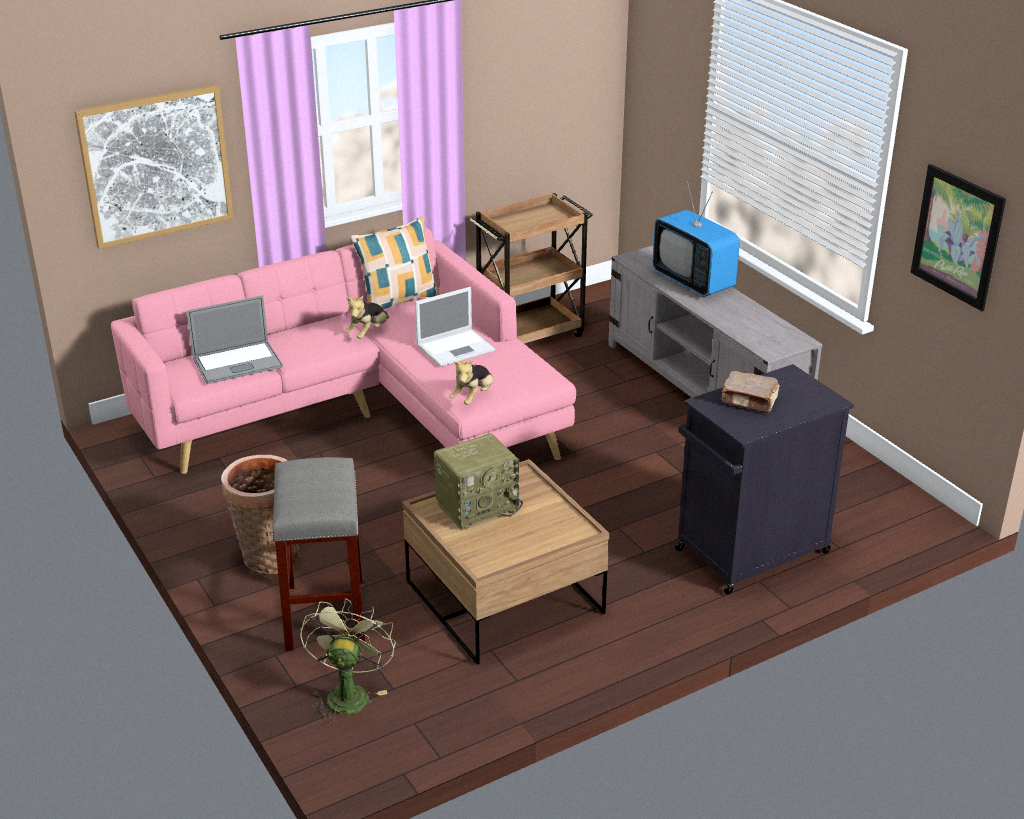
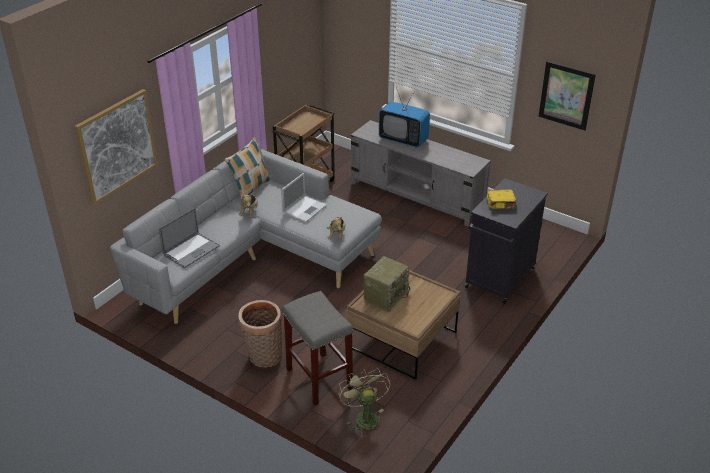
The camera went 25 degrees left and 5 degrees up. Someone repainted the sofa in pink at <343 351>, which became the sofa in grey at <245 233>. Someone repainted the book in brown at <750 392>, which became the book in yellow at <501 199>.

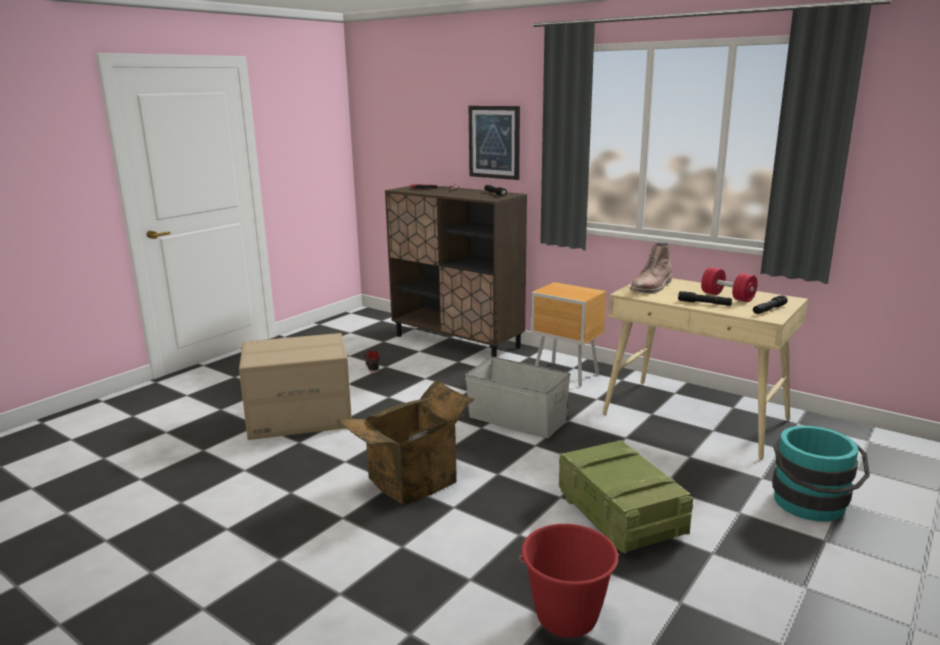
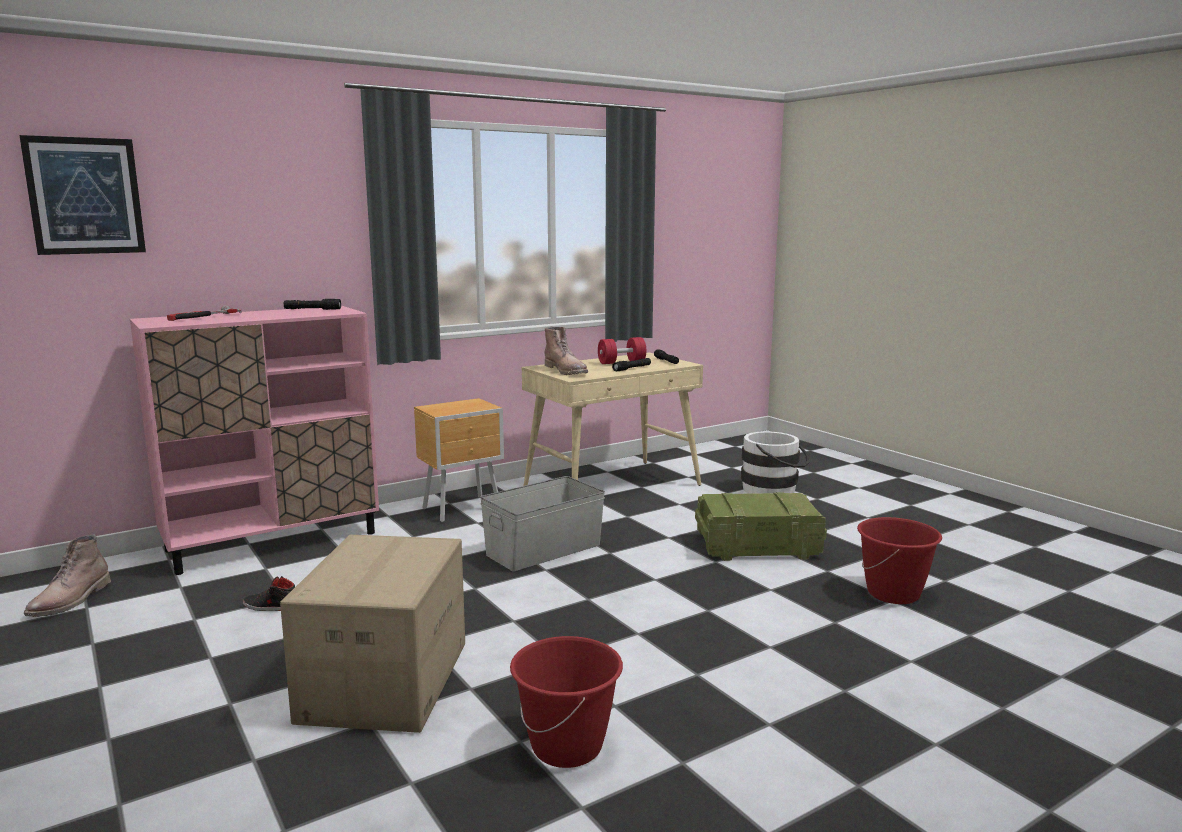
The camera went 70 degrees left and 5 degrees down. Someone took away the cardboard box at <406 442>. Someone put down the boot in brown at <67 575>. Someone put down the bucket in red at <566 702>. Someone carried the picture from <494 143> to <82 195>. Someone repainted the cabinet in brown at <456 271>, which became the cabinet in pink at <254 440>. Someone repainted the bucket in turquoise at <821 473>, which became the bucket in white at <775 462>.

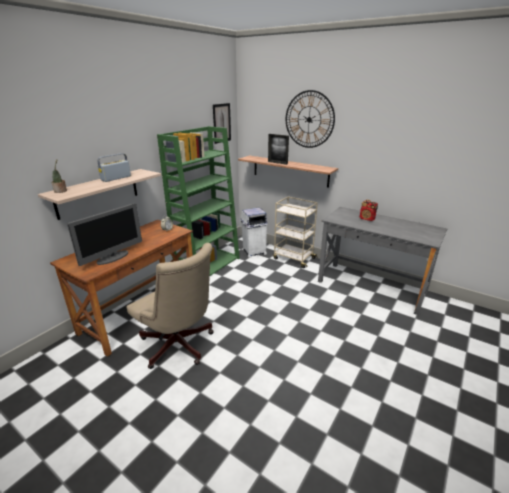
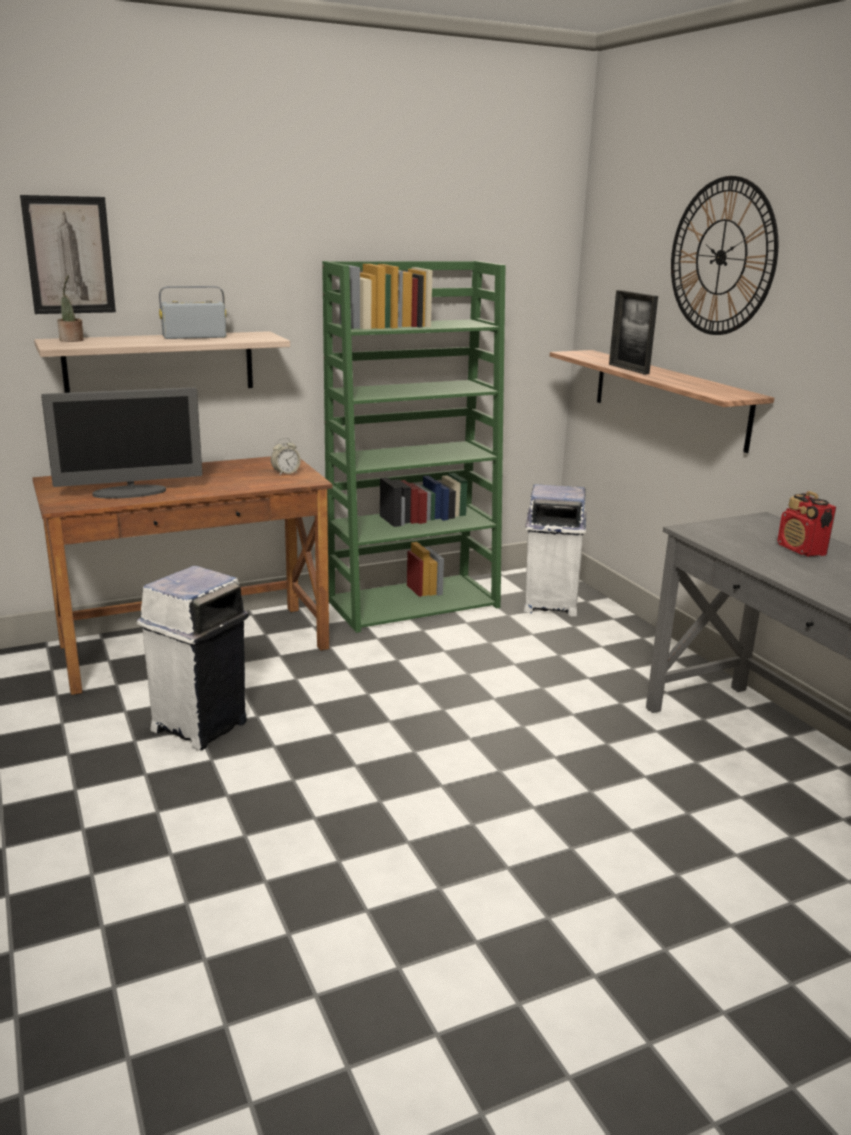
The camera went 30 degrees right and 5 degrees down. Someone took away the cart in beige at <295 232>. Someone carried the picture from <222 123> to <68 254>. Someone swapped the office chair in beige at <170 306> for the trash can in white at <193 658>.

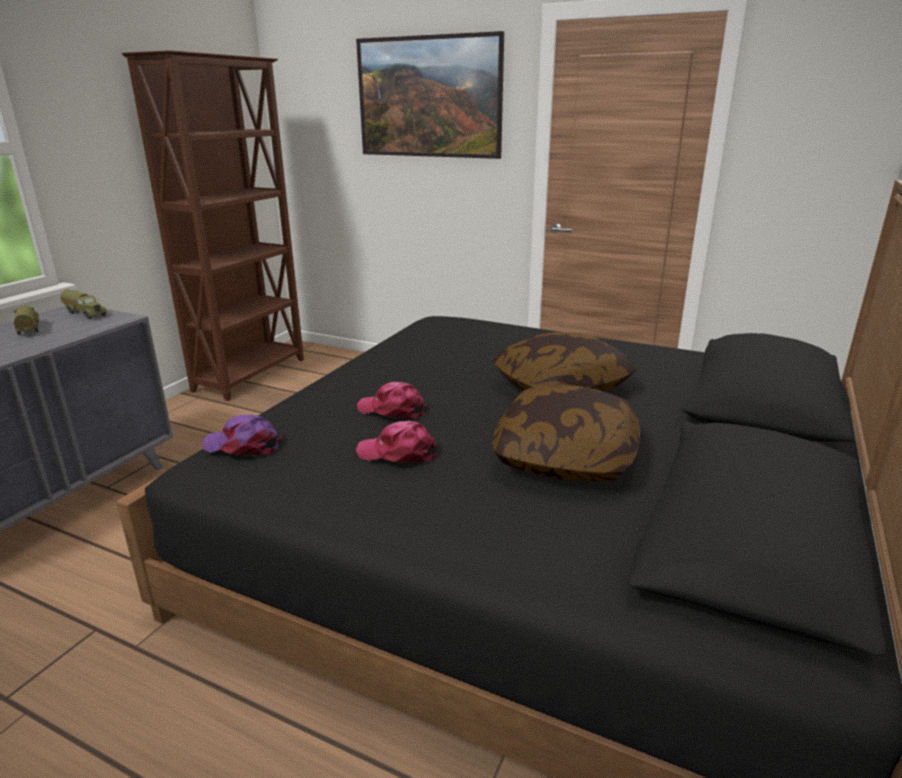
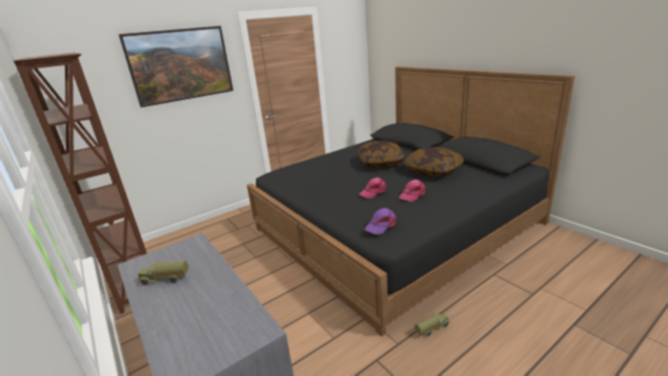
The camera went 60 degrees left and 0 degrees up. Someone carried the toy truck from <84 304> to <432 324>.

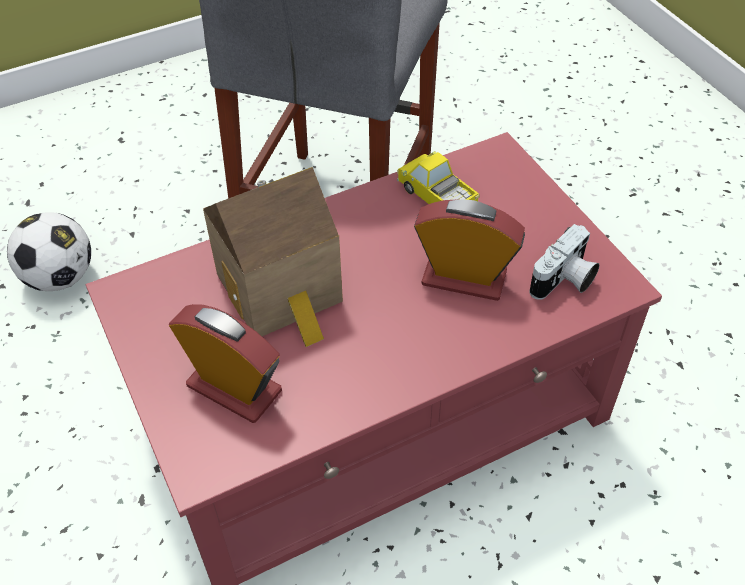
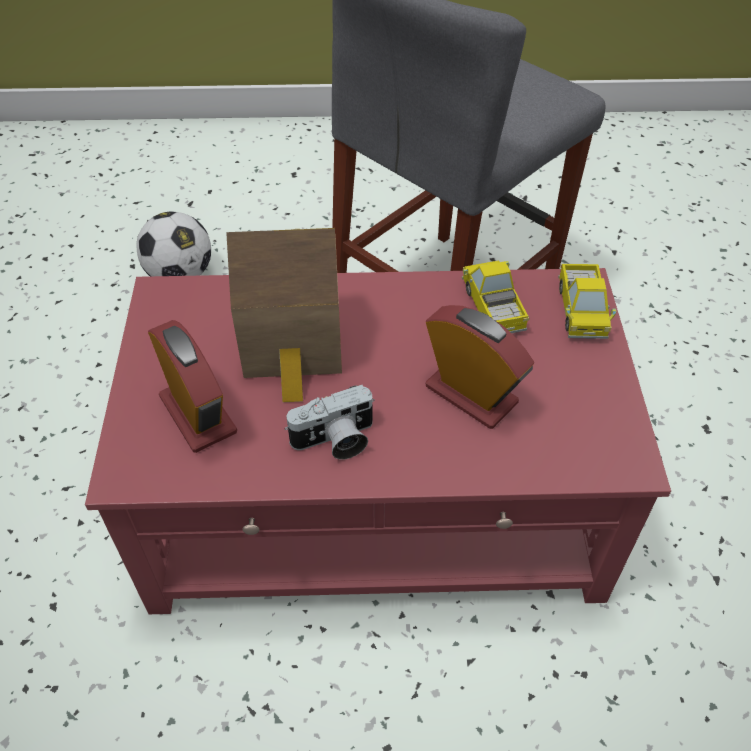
The camera went 25 degrees right and 0 degrees up. Someone put down the toy truck at <587 301>. Someone carried the photo camera from <564 262> to <330 422>.

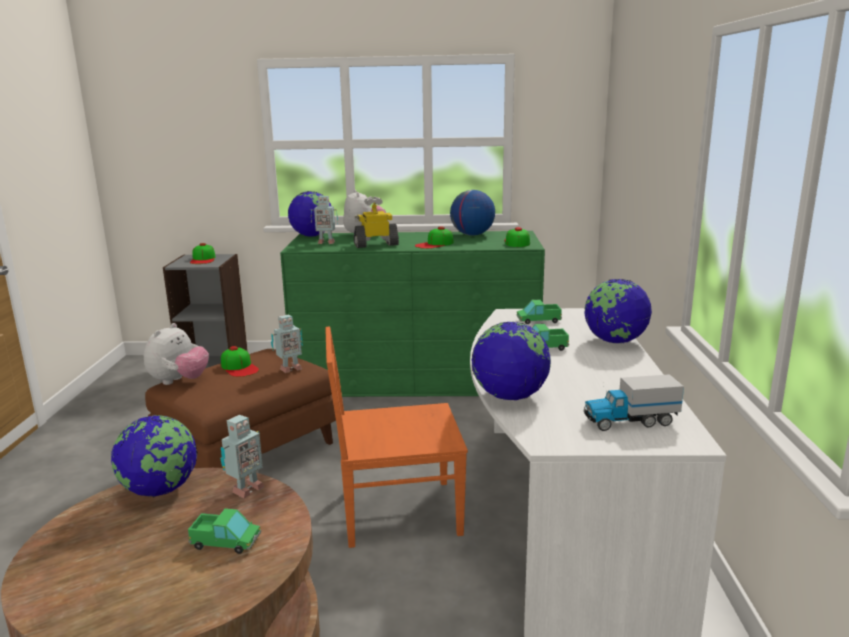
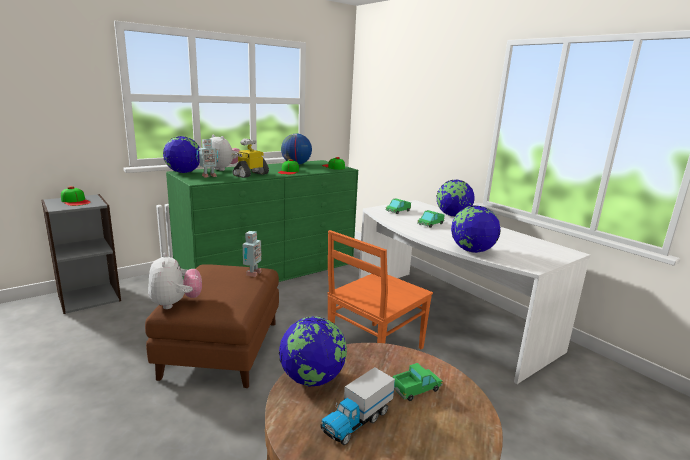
The camera went 40 degrees left and 0 degrees up. Someone took away the toy robot at <242 456>. Someone took away the cap at <240 361>. Someone carried the toy truck from <633 402> to <357 406>.

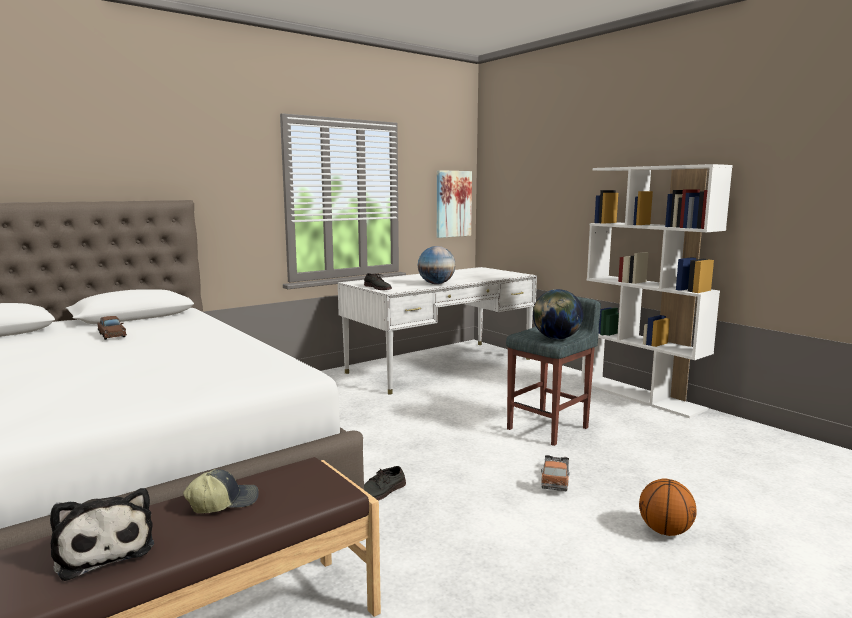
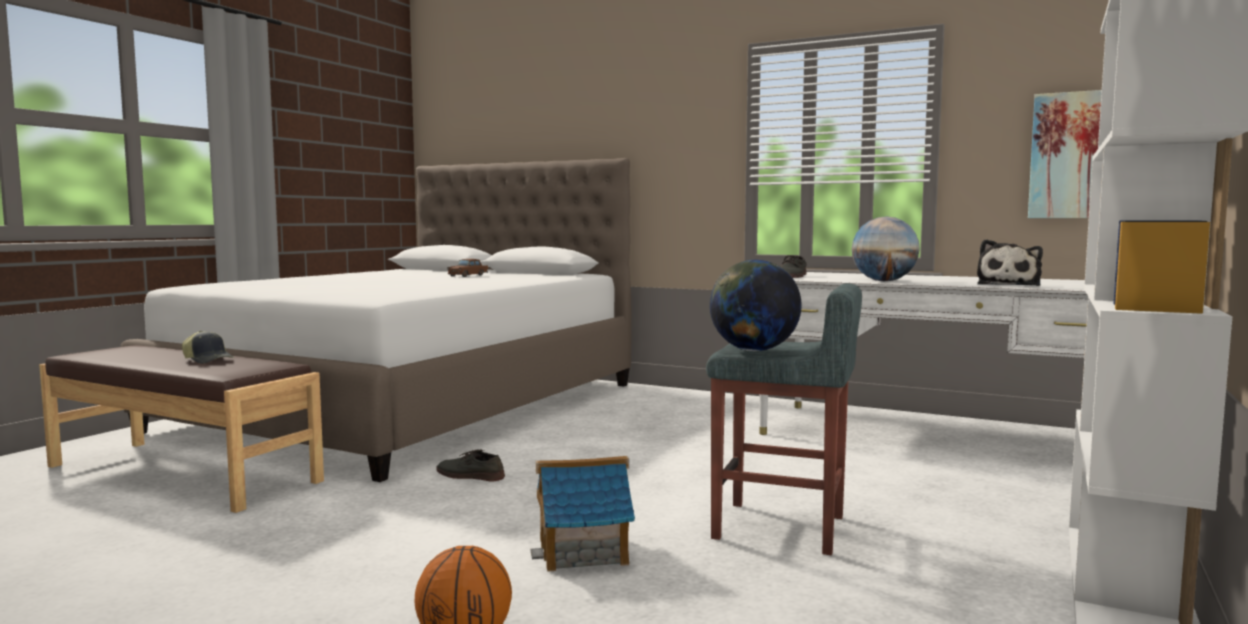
The camera went 65 degrees right and 5 degrees down. Someone carried the plush toy from <102 534> to <1010 262>. Someone swapped the toy truck at <555 473> for the toy house at <583 514>.

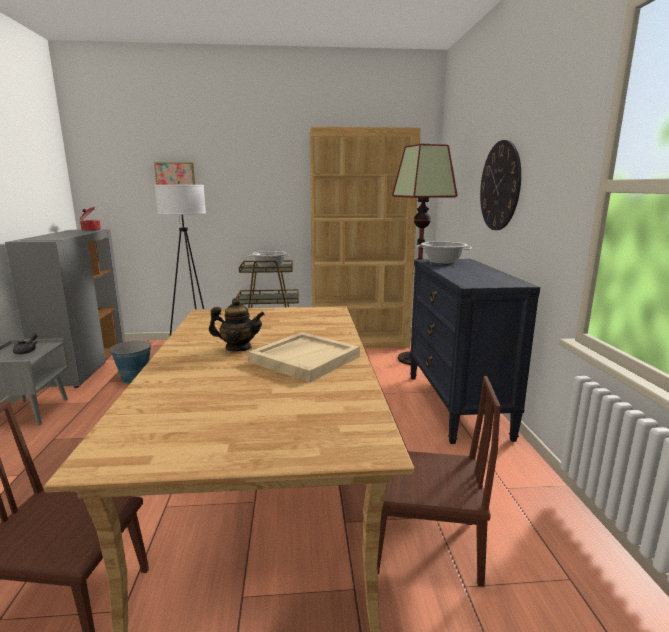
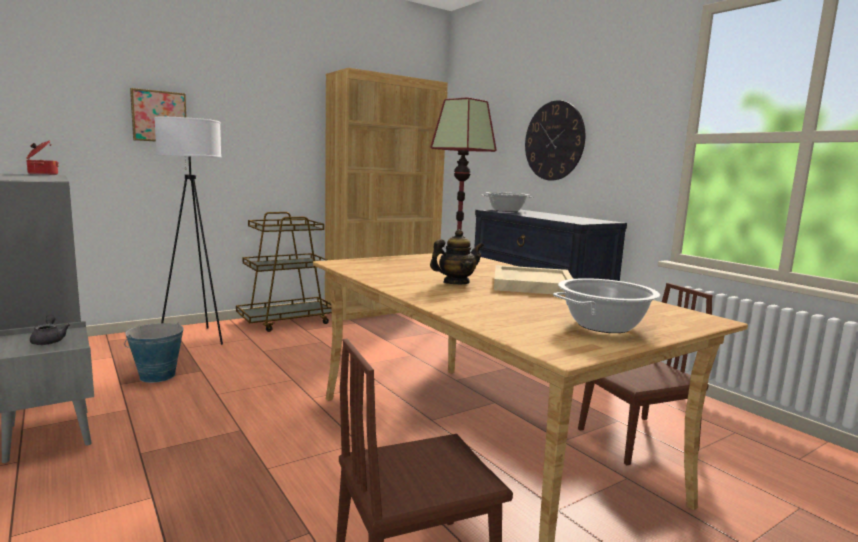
The camera went 30 degrees left and 5 degrees down. Someone carried the cooking pot from <269 260> to <606 305>.

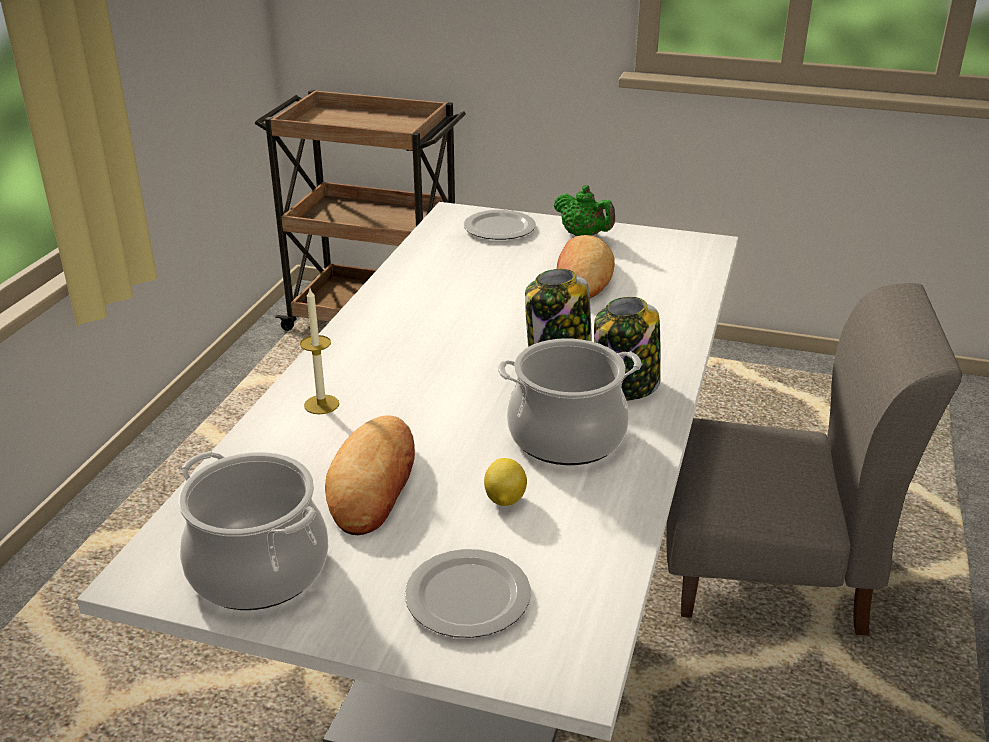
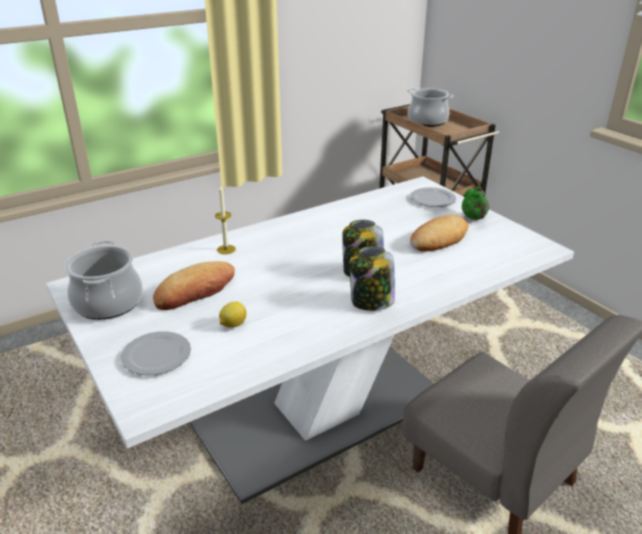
The camera went 40 degrees right and 0 degrees up. Someone carried the cooking pot from <570 401> to <430 107>.

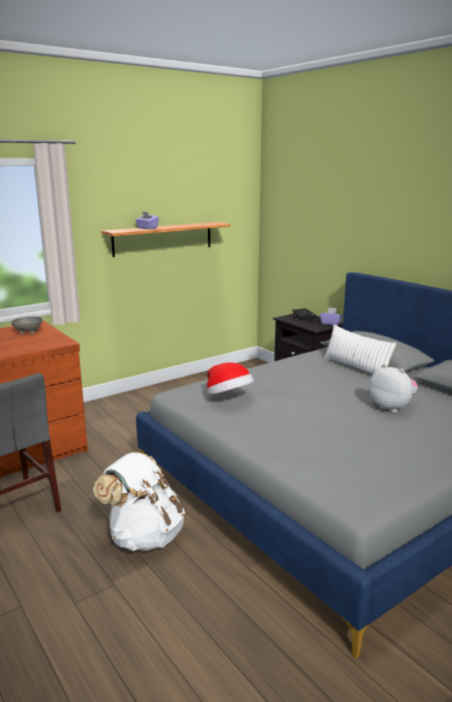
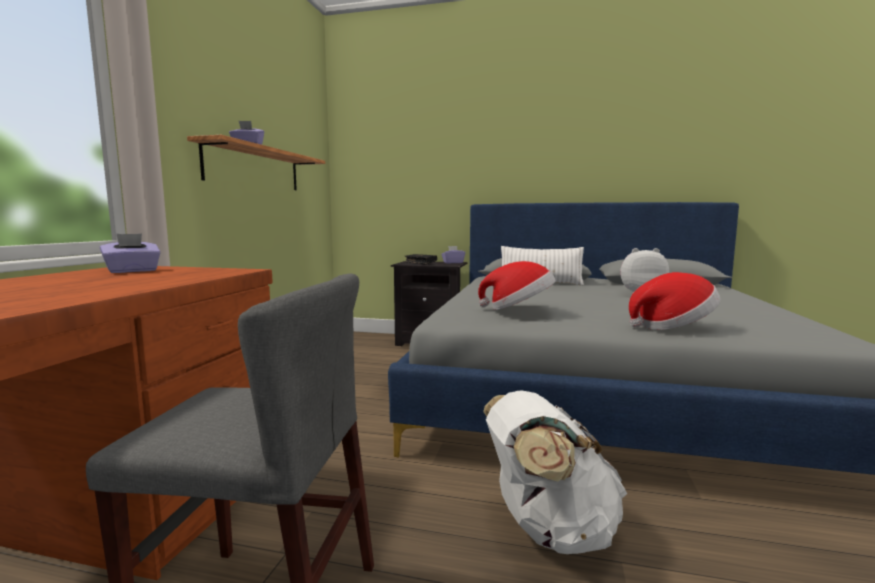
The camera went 40 degrees left and 10 degrees down. Someone put down the hat at <675 301>. Someone swapped the bowl in grey at <27 325> for the tissue box in purple at <130 253>.

